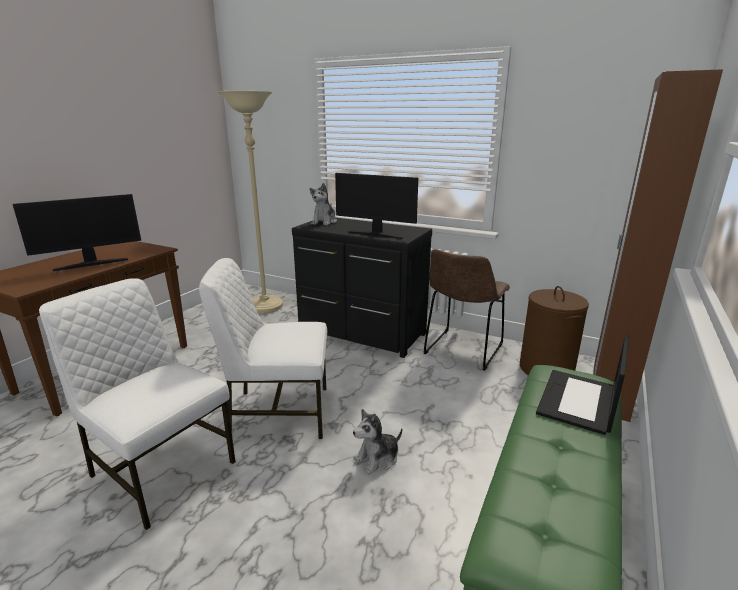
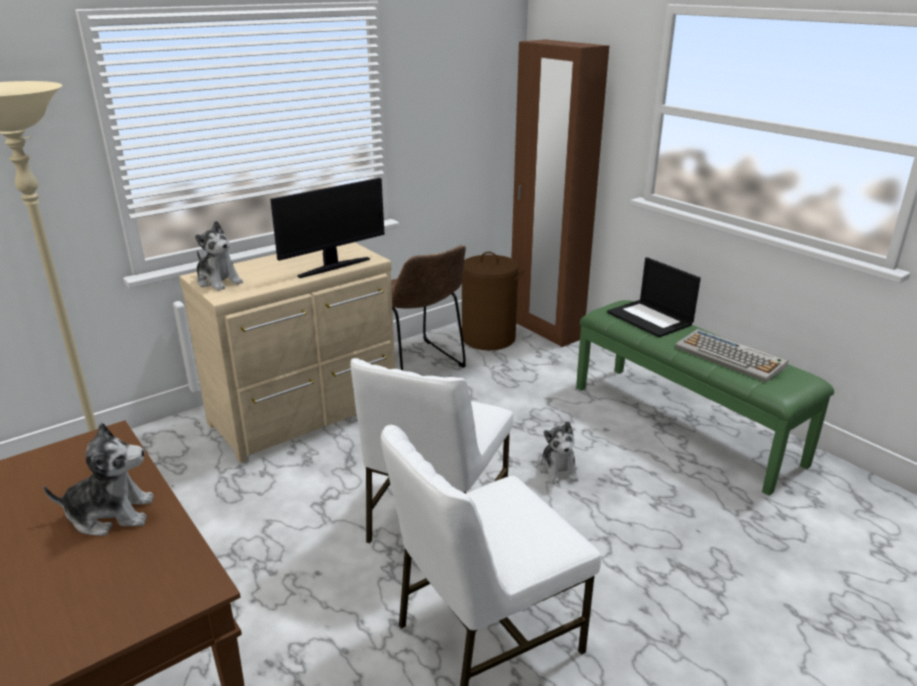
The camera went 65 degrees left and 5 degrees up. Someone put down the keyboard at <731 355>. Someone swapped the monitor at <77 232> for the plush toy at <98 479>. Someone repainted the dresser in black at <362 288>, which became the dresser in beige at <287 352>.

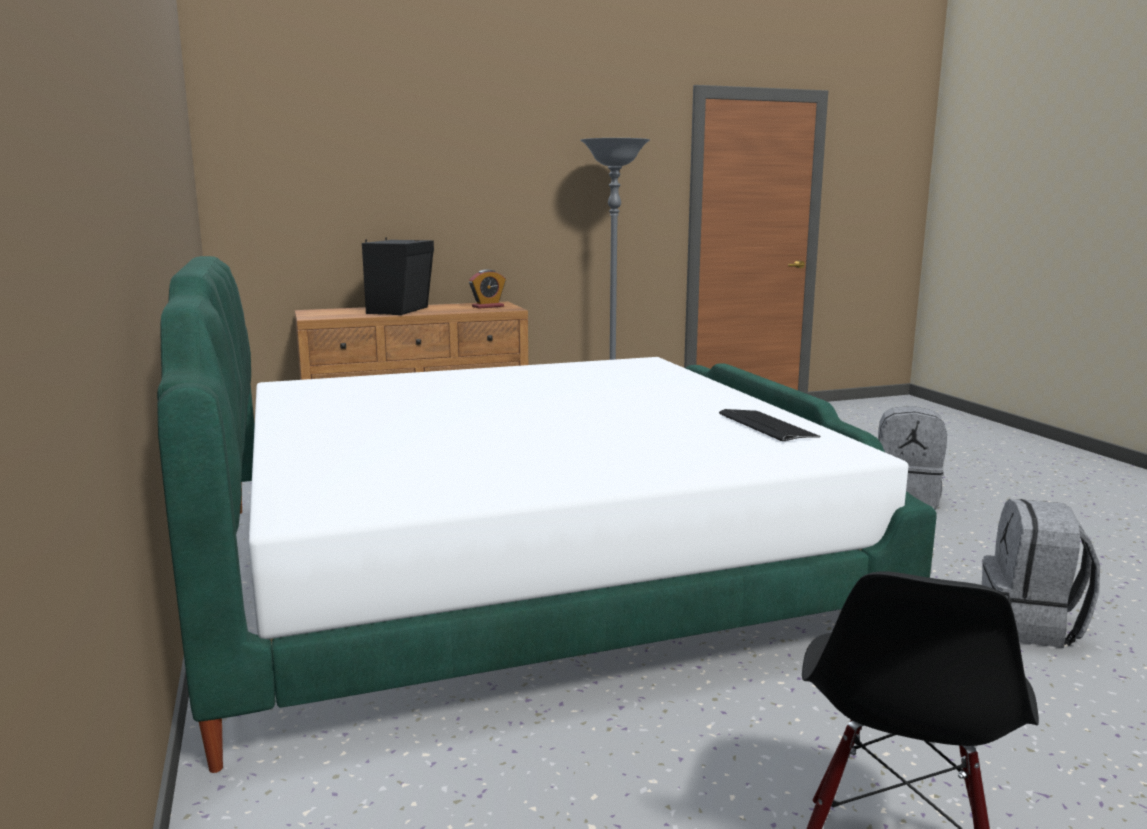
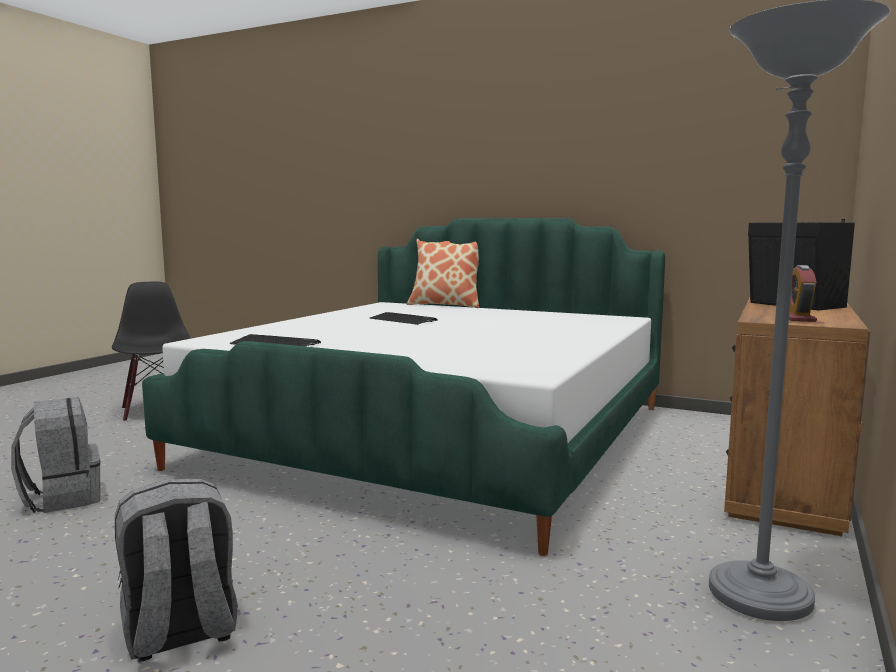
The camera went 135 degrees right and 5 degrees down. Someone put down the keyboard at <403 318>. Someone put down the pillow at <443 273>.

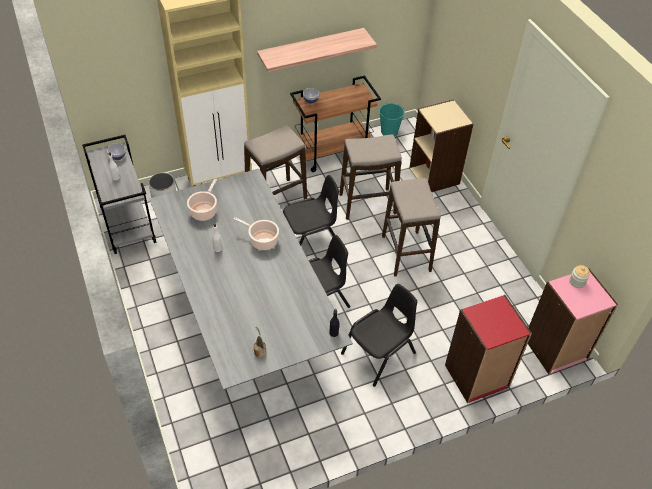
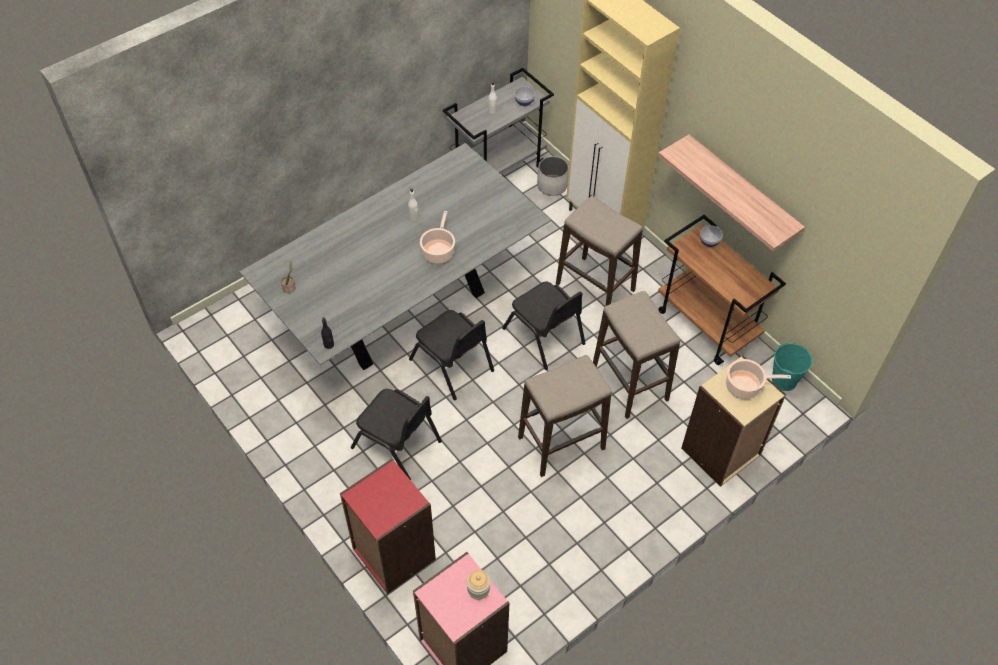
The camera went 75 degrees right and 5 degrees up. Someone carried the cooking pot from <202 200> to <758 379>.

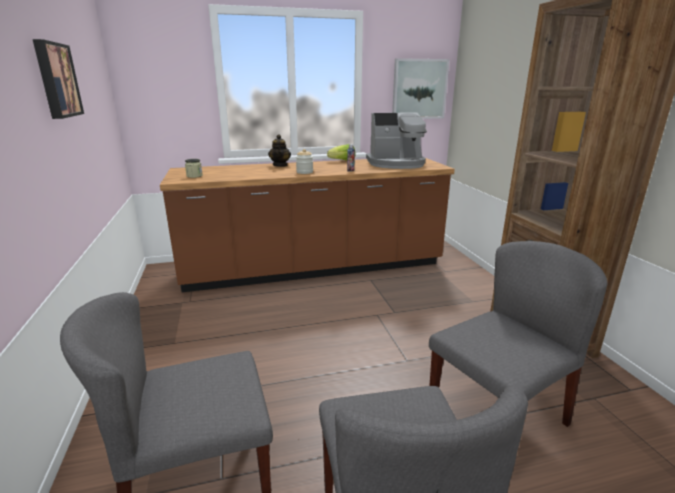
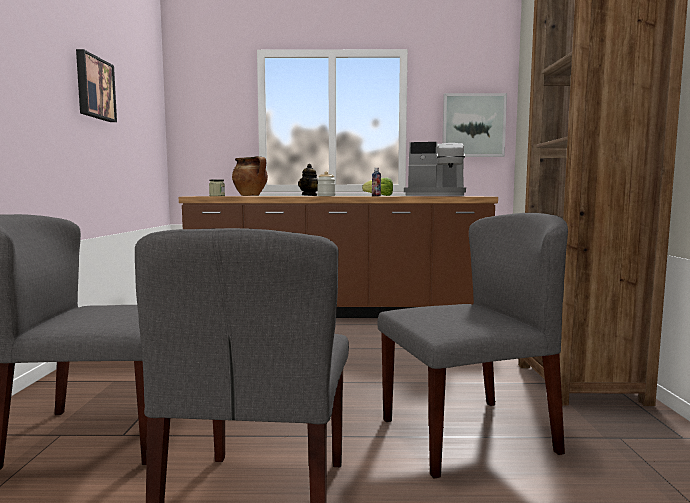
The camera went 15 degrees right and 15 degrees down. Someone put down the cooking pot at <250 176>.

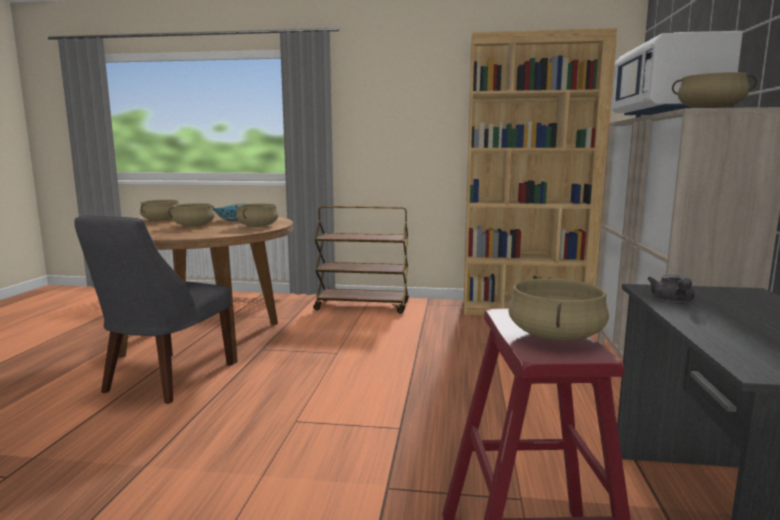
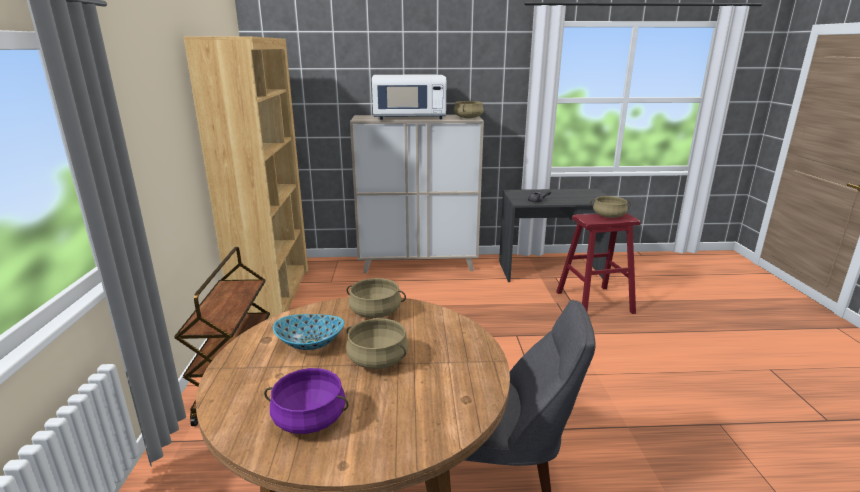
The camera went 100 degrees left and 10 degrees up. Someone repainted the cooking pot in beige at <159 210>, which became the cooking pot in purple at <306 401>.

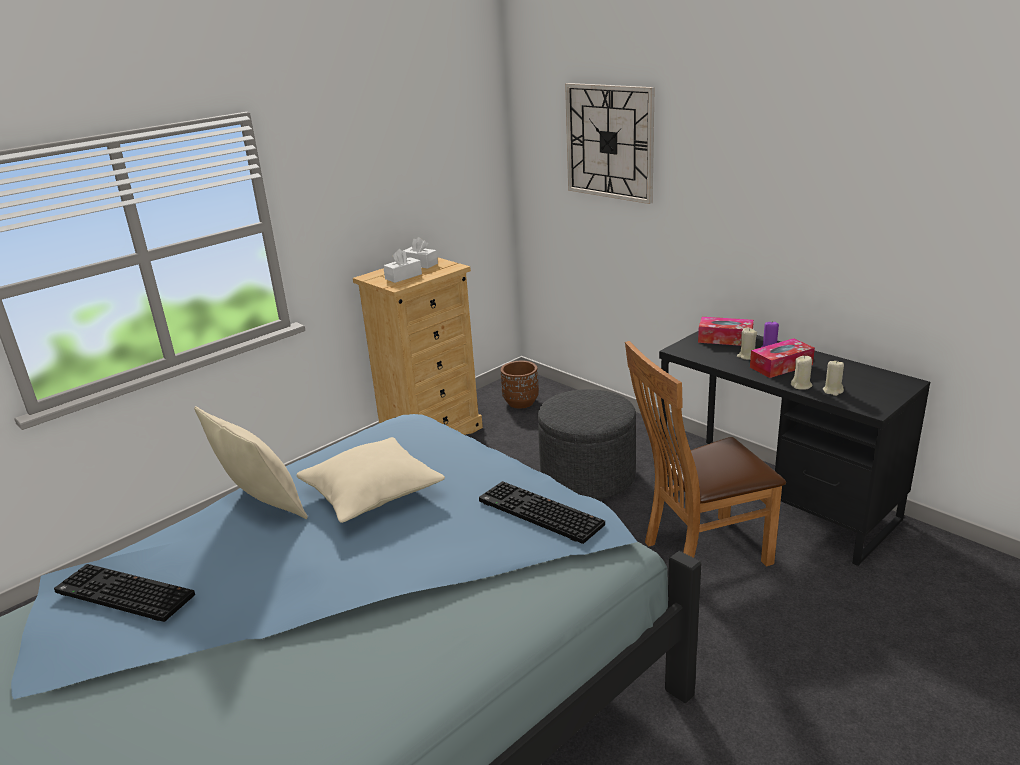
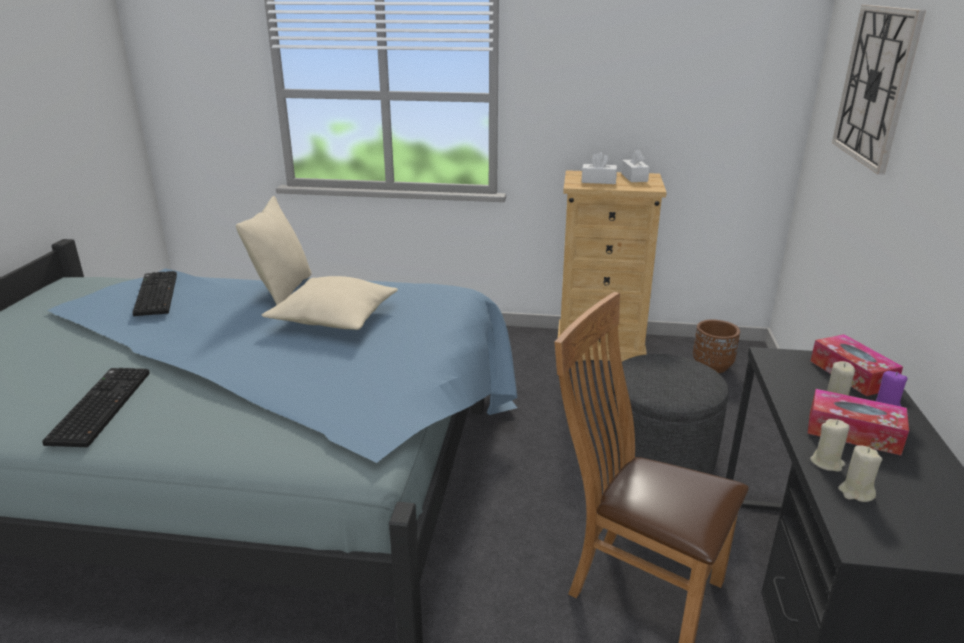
The camera went 50 degrees right and 0 degrees up. Someone carried the keyboard from <542 512> to <96 407>.

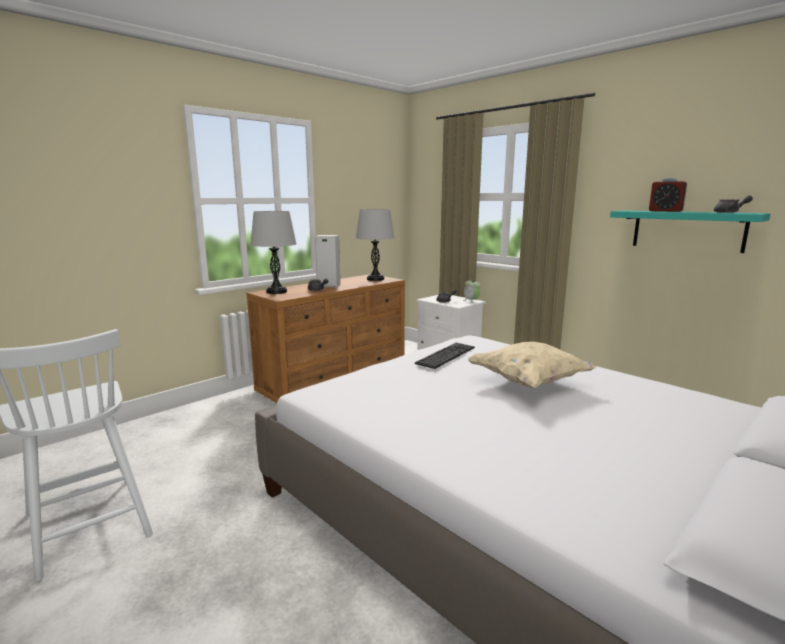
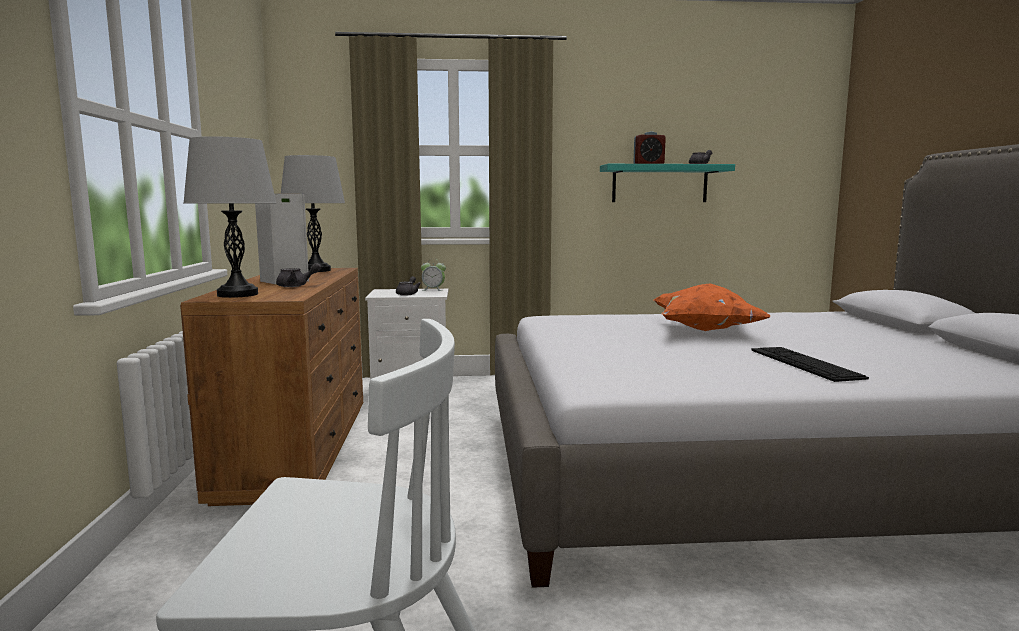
The camera went 50 degrees left and 5 degrees down. Someone carried the keyboard from <445 356> to <810 364>. Someone repainted the pillow in beige at <532 365>, which became the pillow in orange at <712 307>.

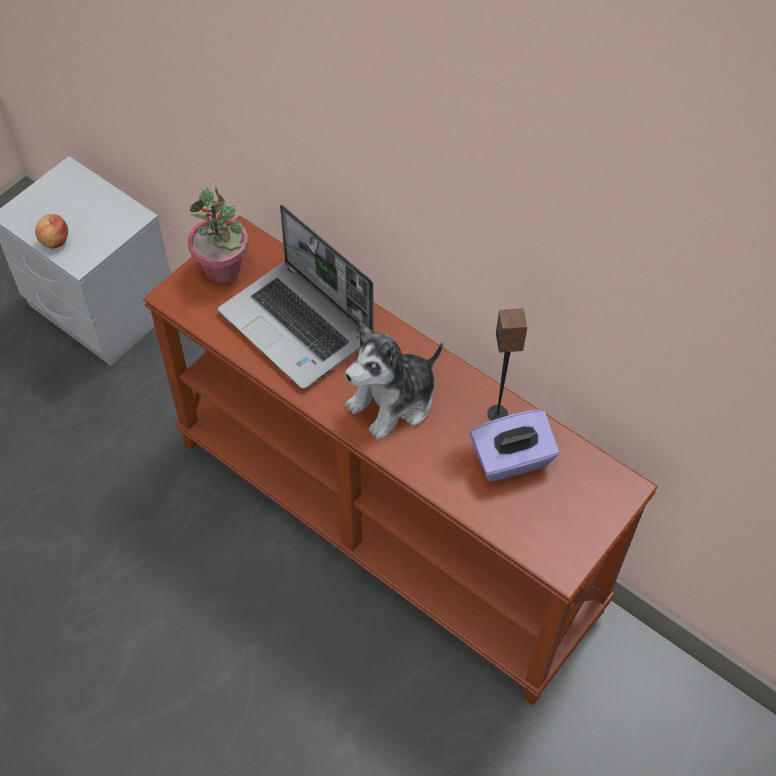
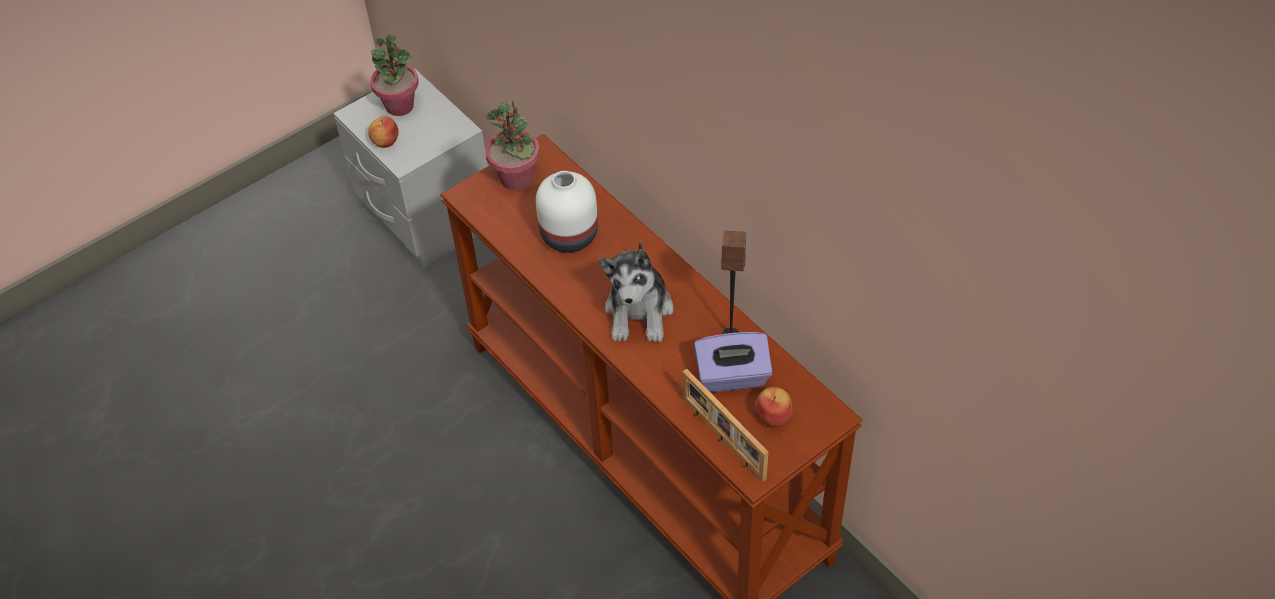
The camera went 15 degrees right and 5 degrees down. Someone put down the potted plant at <394 75>. Someone put down the picture frame at <725 425>. Someone put down the apple at <774 407>. Someone swapped the laptop at <296 296> for the vase in white at <567 212>. Someone rotated the plush toy at <394 381> by 60 degrees counterclockwise.

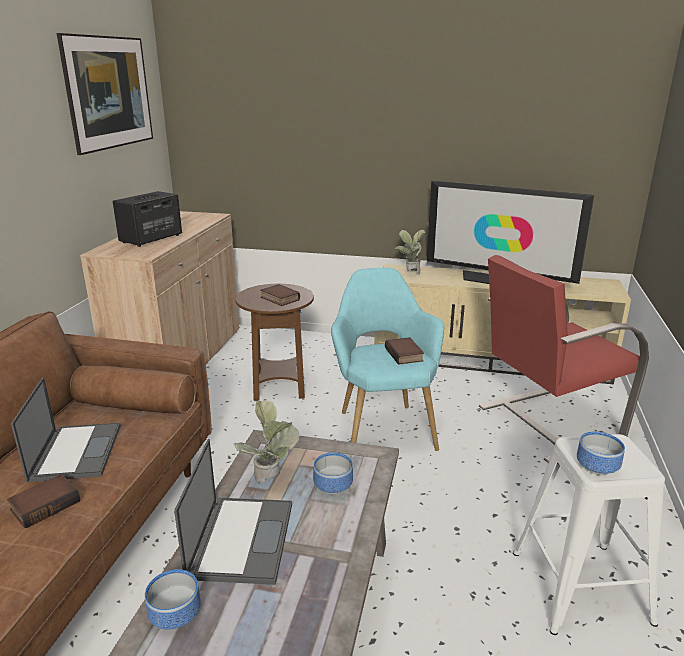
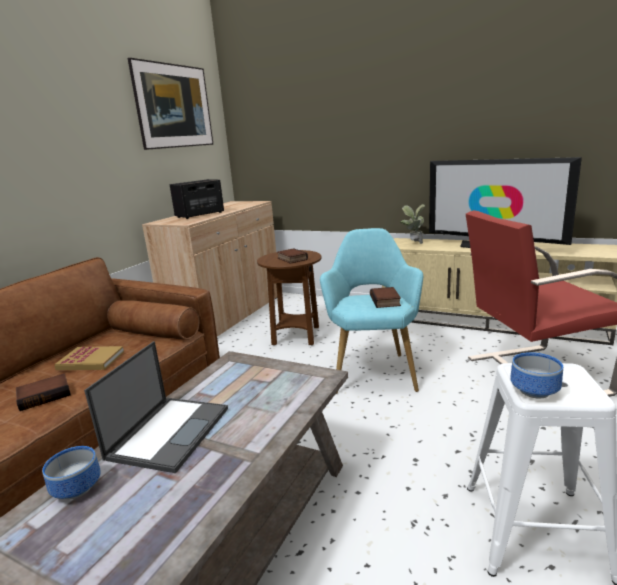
The camera went 15 degrees right and 5 degrees down. Someone took away the potted plant at <267 441>. Someone took away the bowl at <333 473>. Someone swapped the laptop at <66 429> for the book at <89 358>.

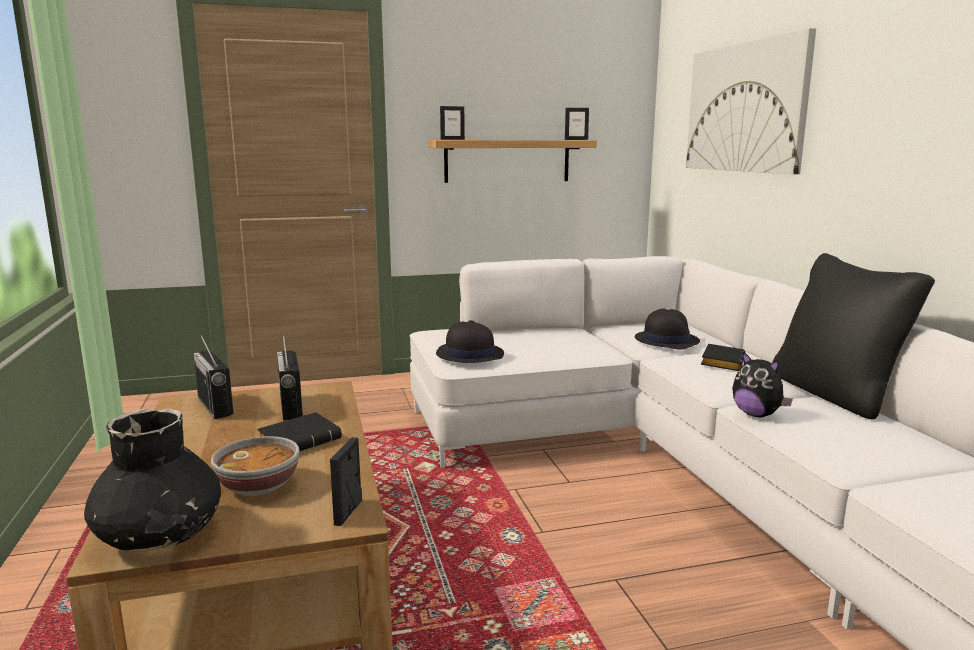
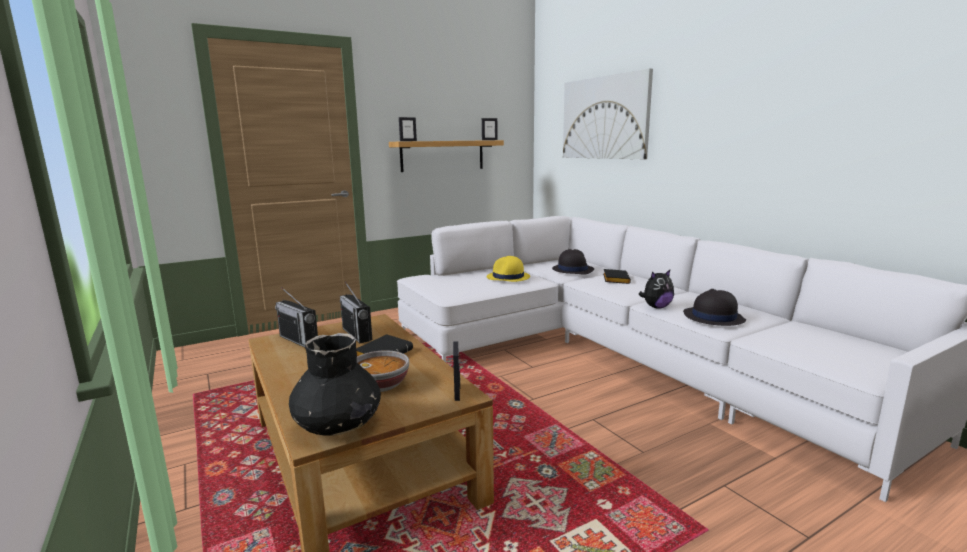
The camera went 15 degrees left and 0 degrees up. Someone took away the pillow in black at <853 336>. Someone put down the hat in yellow at <508 269>. Someone carried the hat in black from <470 341> to <714 307>. Someone rotated the plush toy at <762 384> by 60 degrees counterclockwise.

